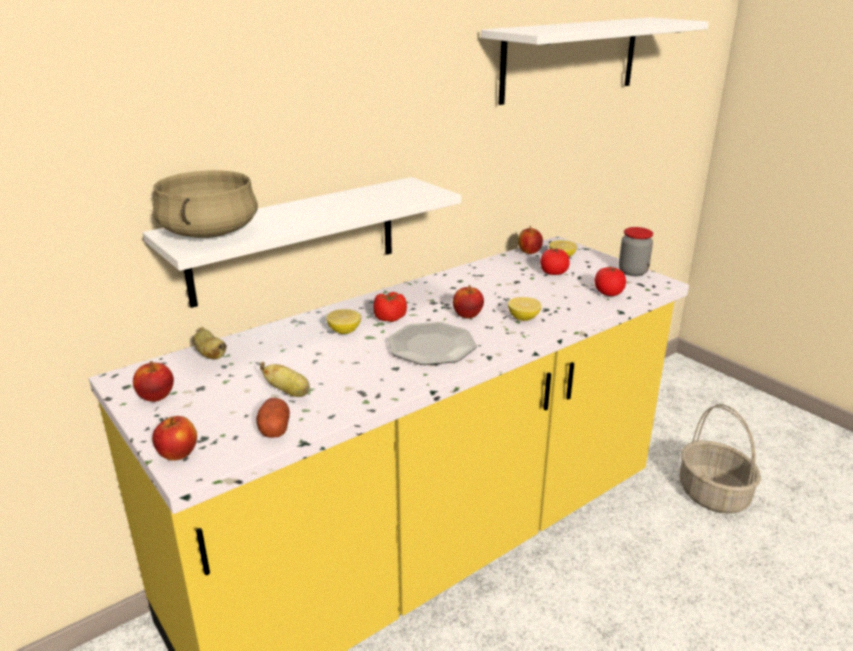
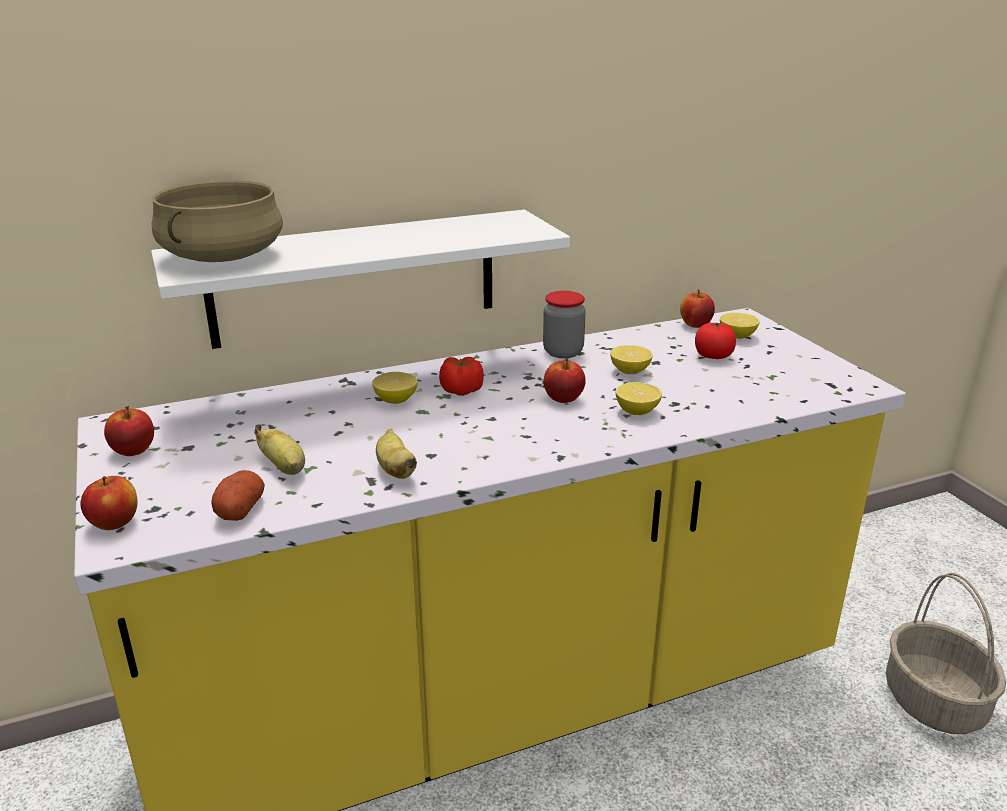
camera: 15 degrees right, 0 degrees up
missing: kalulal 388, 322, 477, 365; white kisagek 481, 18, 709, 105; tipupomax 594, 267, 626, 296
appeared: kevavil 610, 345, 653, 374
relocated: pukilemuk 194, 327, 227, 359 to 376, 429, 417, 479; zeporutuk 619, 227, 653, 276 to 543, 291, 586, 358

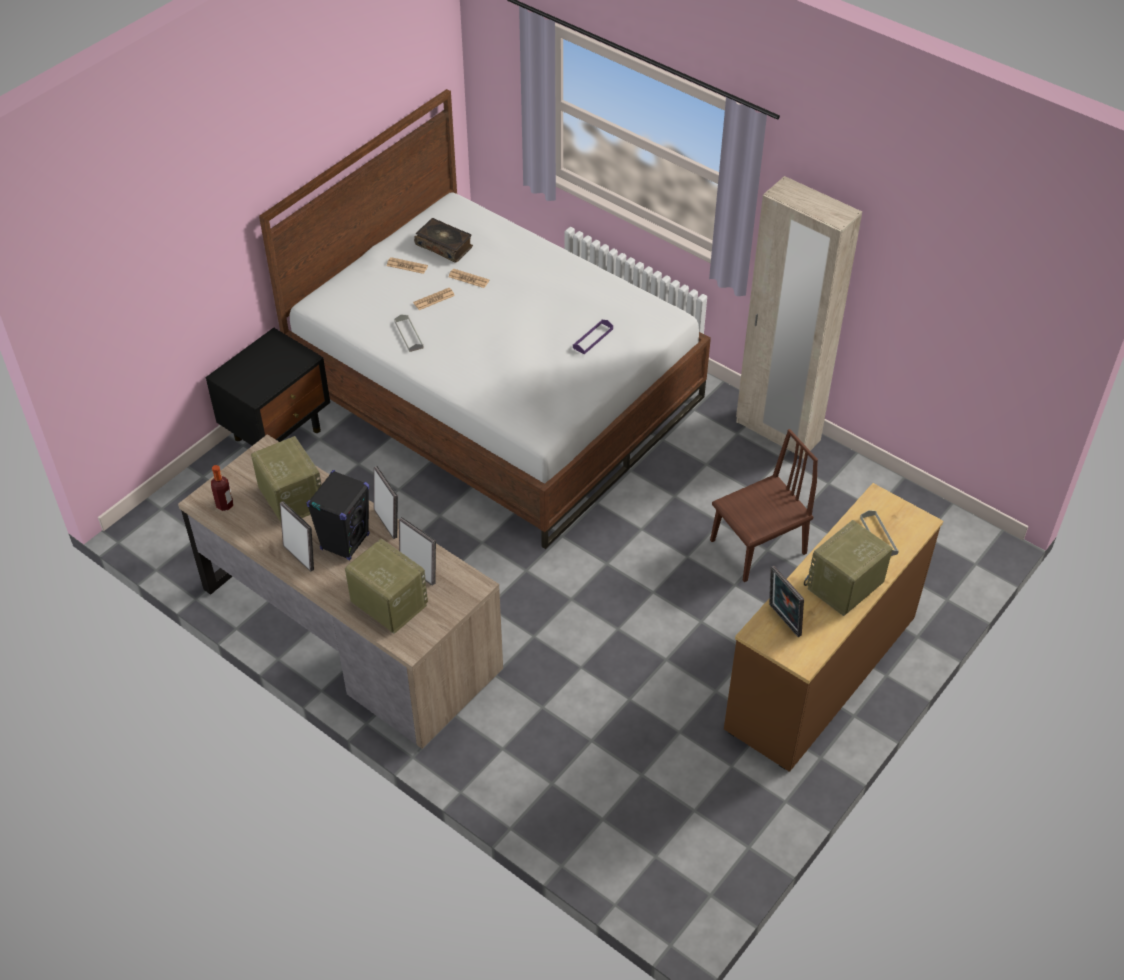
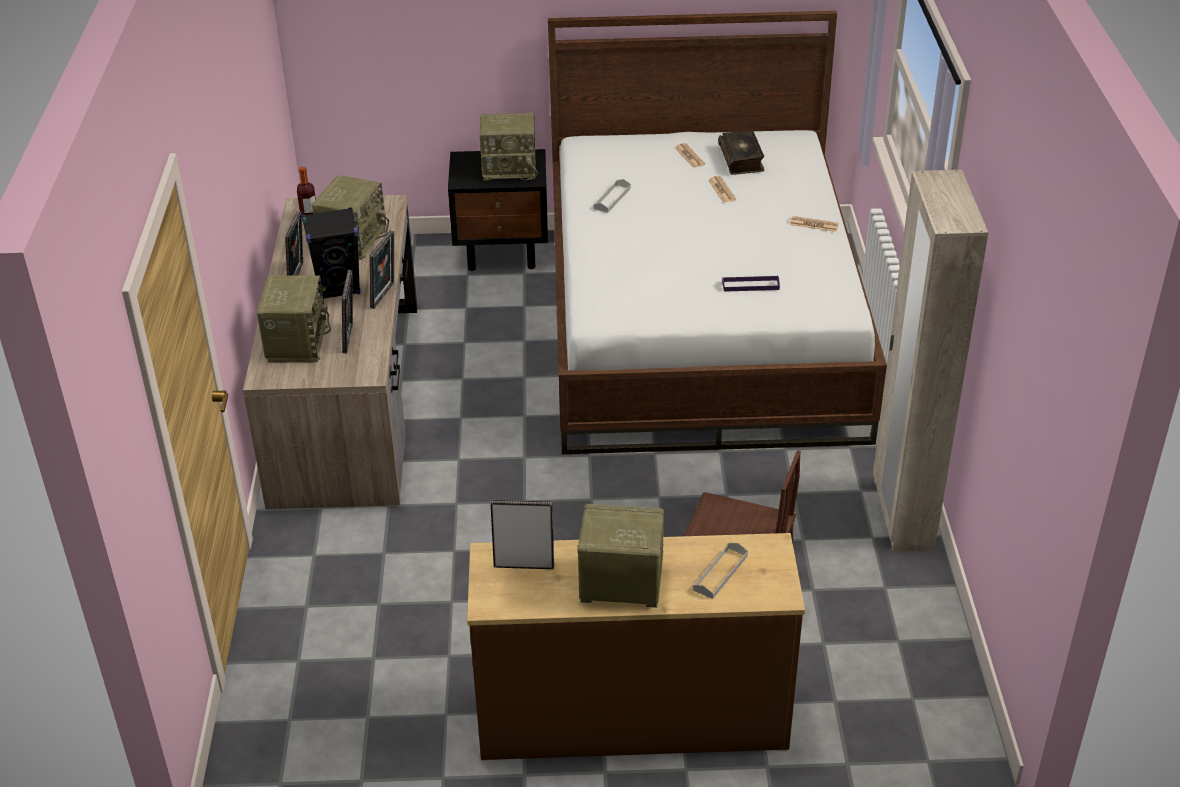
camera: 50 degrees right, 10 degrees down
appeared: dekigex 480, 113, 538, 181
relocated: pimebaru 413, 288, 455, 310 to 790, 216, 839, 232
spun: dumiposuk 769, 566, 804, 637 = 490, 500, 554, 569 75 degrees clockwise

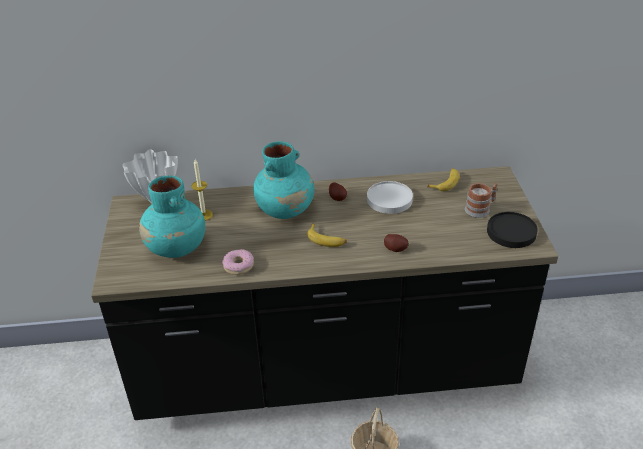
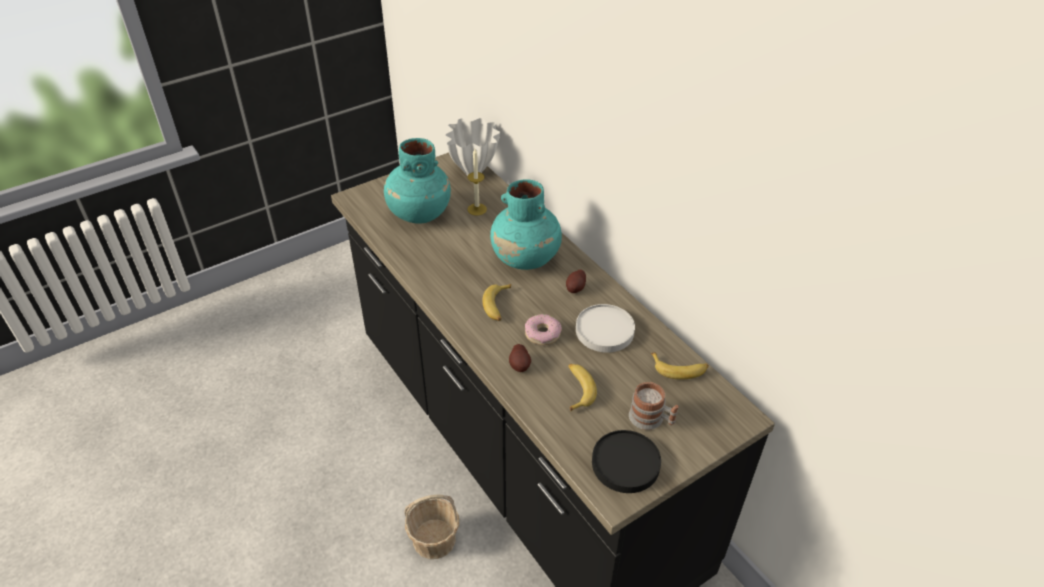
camera: 60 degrees right, 5 degrees up
appeared: pukilemuk 568, 364, 597, 411
relocated: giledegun 222, 249, 254, 275 to 525, 314, 562, 345

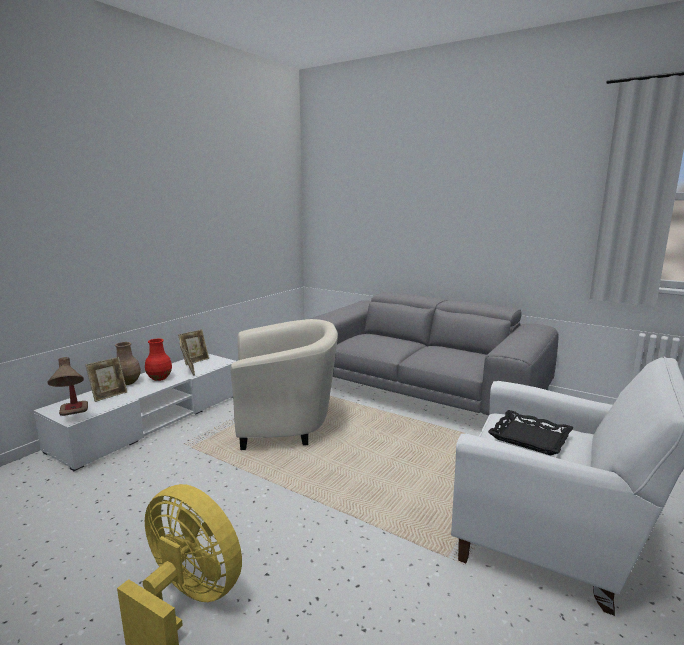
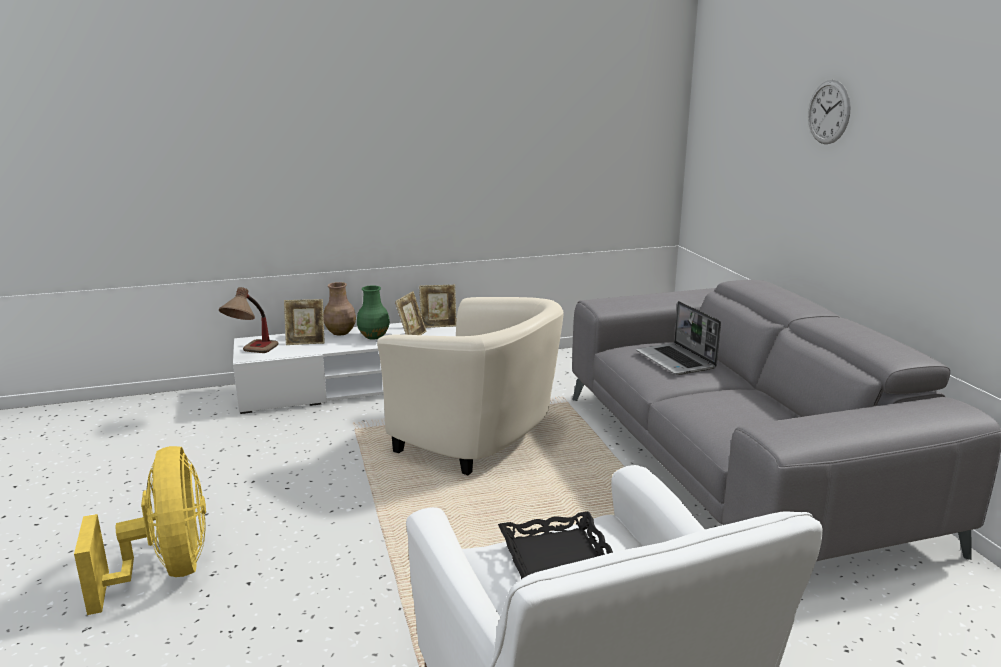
camera: 40 degrees right, 5 degrees up
appeared: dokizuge 636, 301, 721, 375; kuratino 808, 80, 851, 144
colour: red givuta 145, 339, 172, 381 to green givuta 357, 285, 390, 340

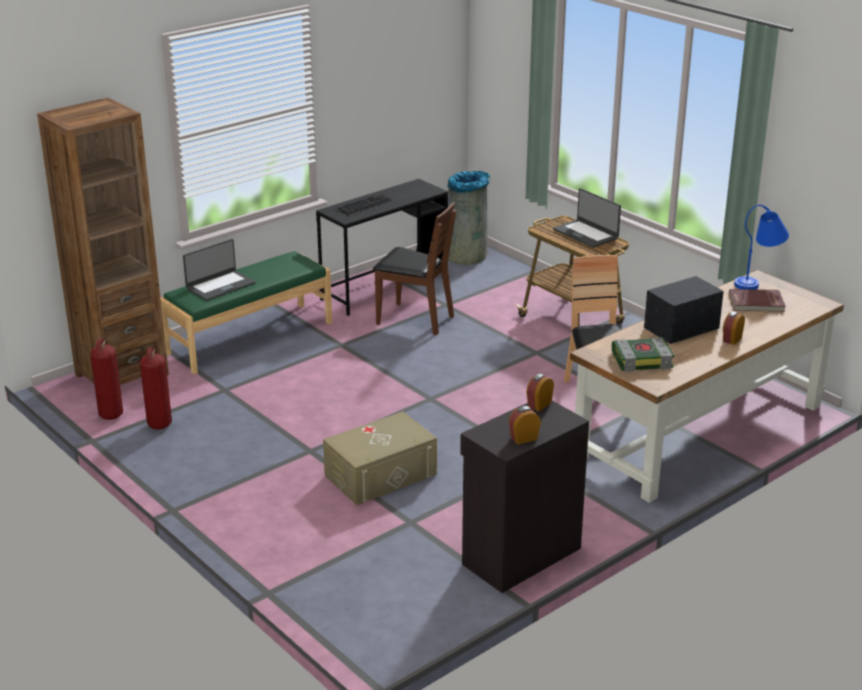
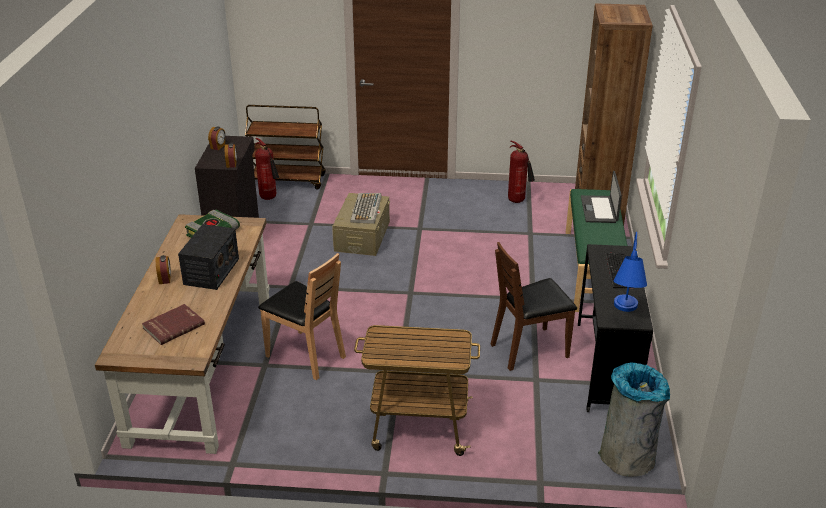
camera: 135 degrees right, 5 degrees up
missing: dokizuge 553, 188, 621, 248
appeared: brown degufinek 245, 105, 326, 190; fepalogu 350, 193, 382, 224
relocated: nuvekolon 90, 338, 123, 420 to 255, 138, 279, 200; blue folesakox 734, 204, 789, 289 to 614, 232, 647, 312

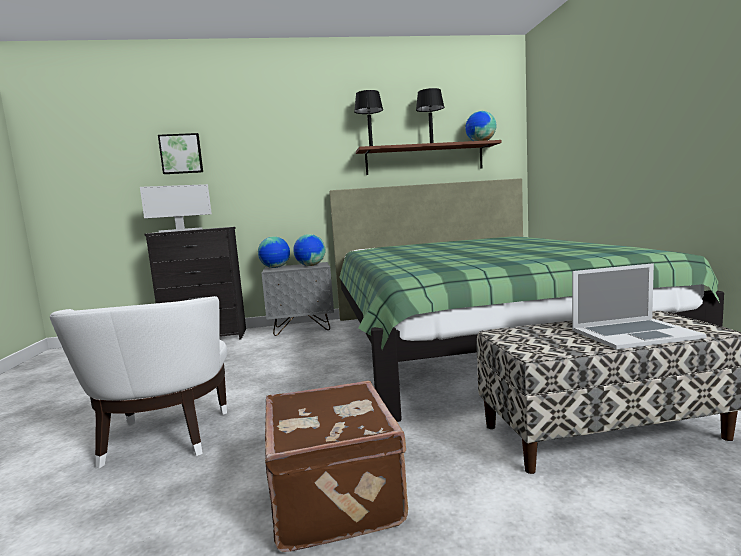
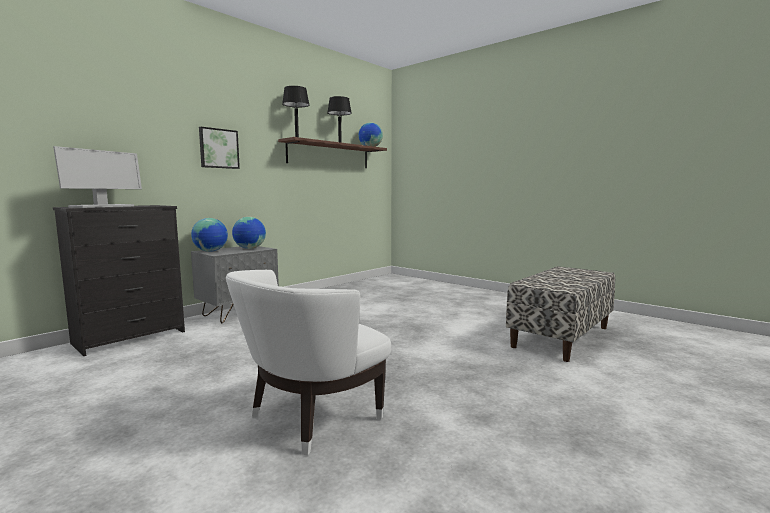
camera: 40 degrees left, 0 degrees up
missing: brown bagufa 265, 381, 408, 552; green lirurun 329, 178, 724, 422; dokizuge 572, 263, 707, 349
relocated: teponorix 158, 133, 203, 174 to 199, 127, 240, 169
spun: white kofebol 50, 296, 227, 468 = 226, 270, 391, 455 90 degrees clockwise

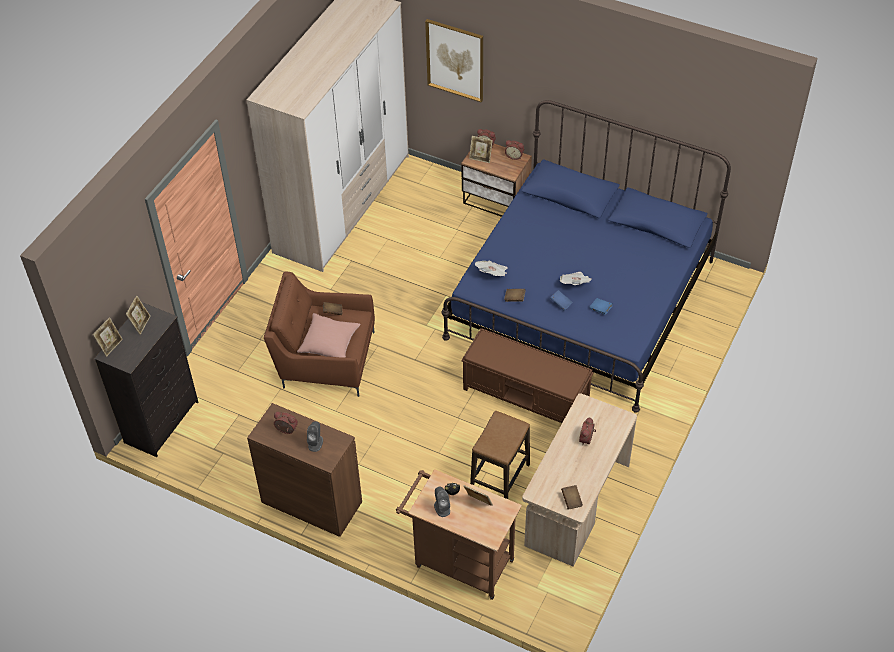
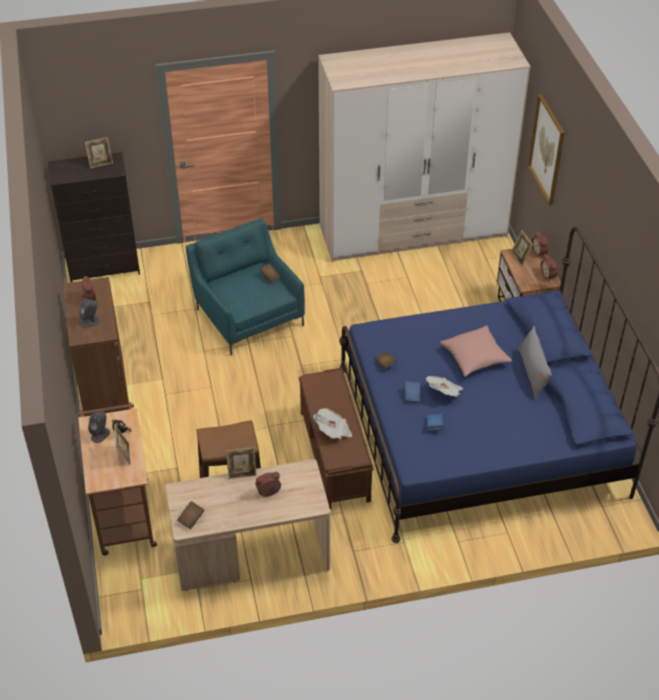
camera: 50 degrees right, 5 degrees down
appeared: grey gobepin 518, 326, 552, 400
relocated: dumiposuk 93, 317, 123, 357 to 226, 448, 257, 479; pimebaru 475, 261, 508, 276 to 314, 408, 353, 439; pink gobepin 297, 313, 360, 358 to 440, 325, 512, 377
colour: brown kofebol 264, 272, 375, 397 to turquoise kofebol 186, 219, 305, 355

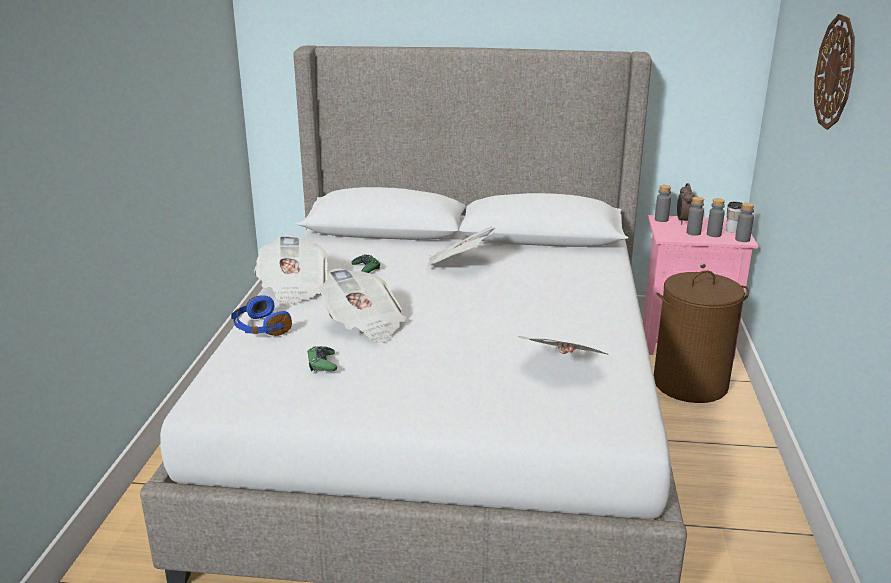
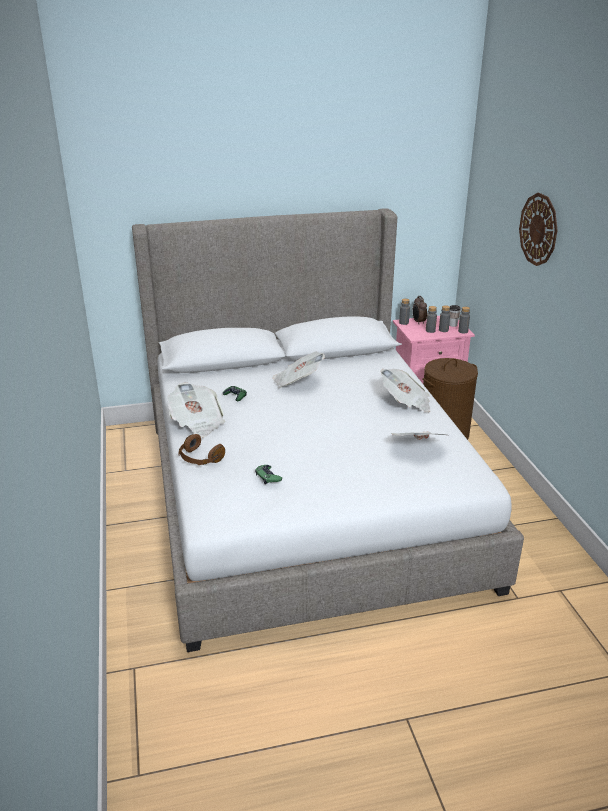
camera: 20 degrees left, 5 degrees up
relocated: pimebaru 319, 268, 406, 343 to 380, 369, 430, 412
colour: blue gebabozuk 231, 295, 292, 336 to brown gebabozuk 178, 434, 225, 465

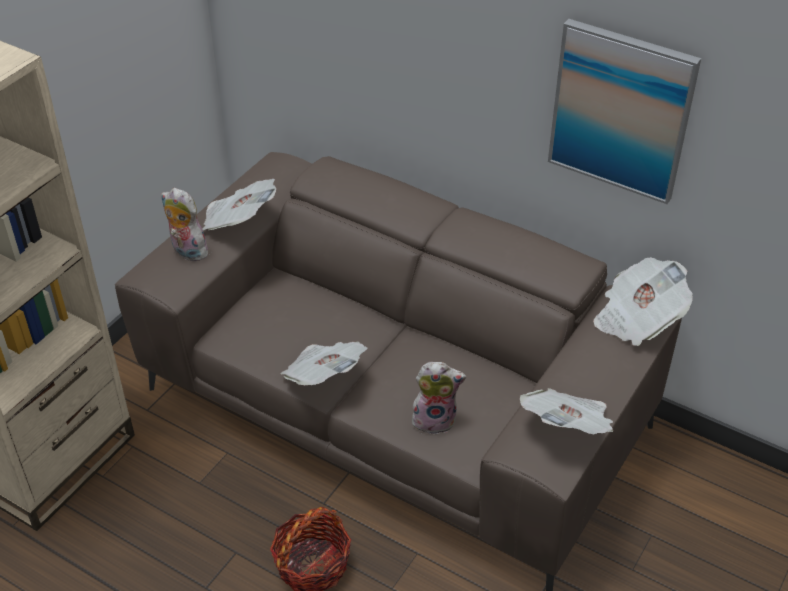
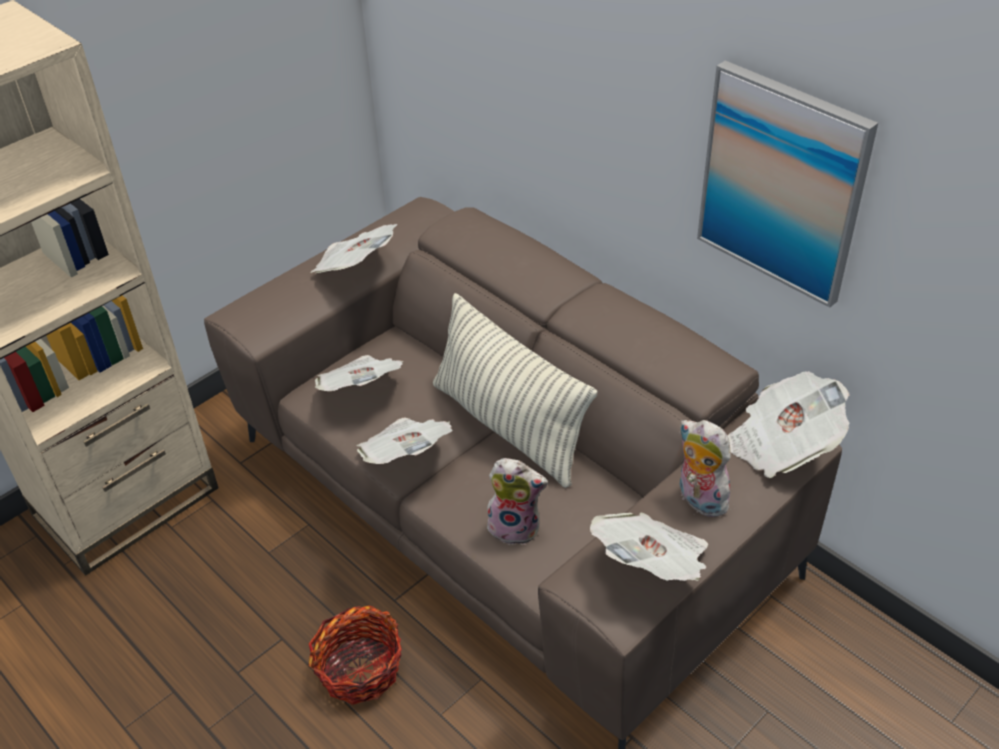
camera: 15 degrees right, 0 degrees up
appeared: pimebaru 315, 355, 403, 391; gobepin 433, 293, 597, 488
relocated: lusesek 161, 188, 213, 261 to 680, 420, 731, 517

